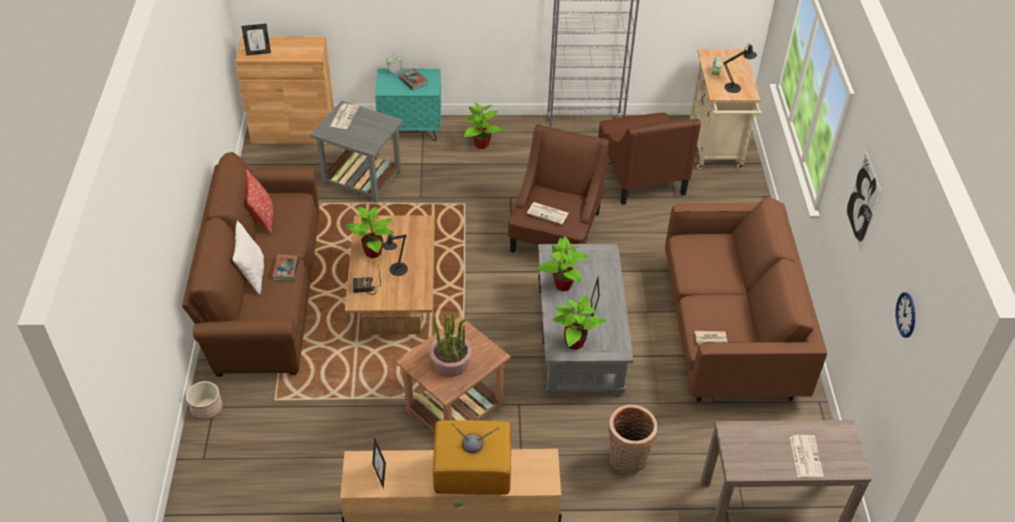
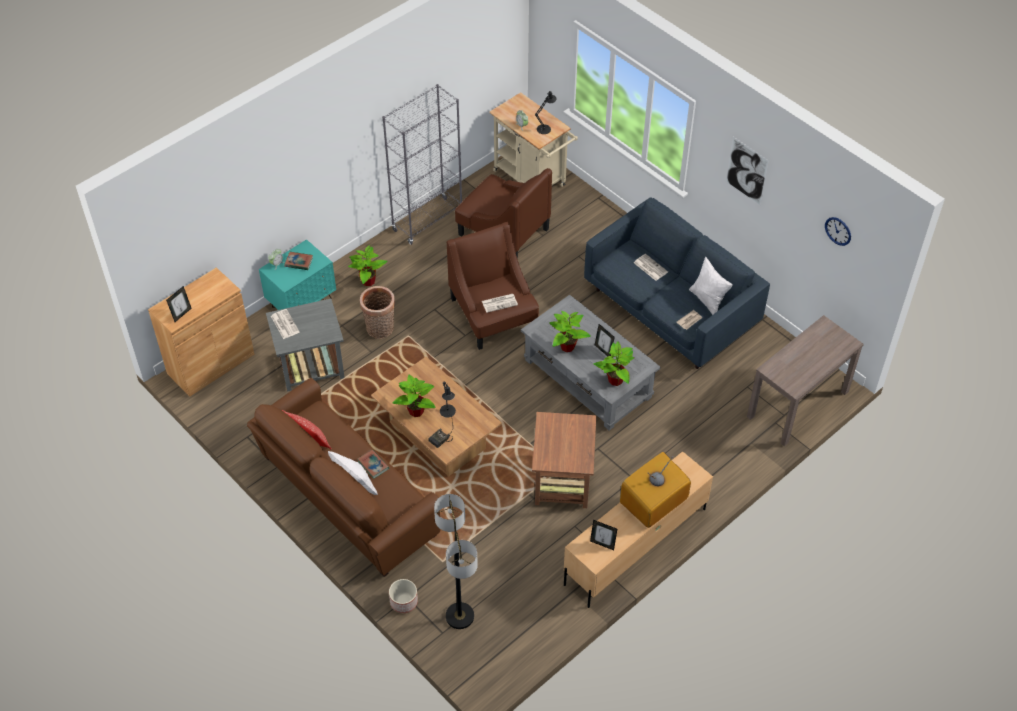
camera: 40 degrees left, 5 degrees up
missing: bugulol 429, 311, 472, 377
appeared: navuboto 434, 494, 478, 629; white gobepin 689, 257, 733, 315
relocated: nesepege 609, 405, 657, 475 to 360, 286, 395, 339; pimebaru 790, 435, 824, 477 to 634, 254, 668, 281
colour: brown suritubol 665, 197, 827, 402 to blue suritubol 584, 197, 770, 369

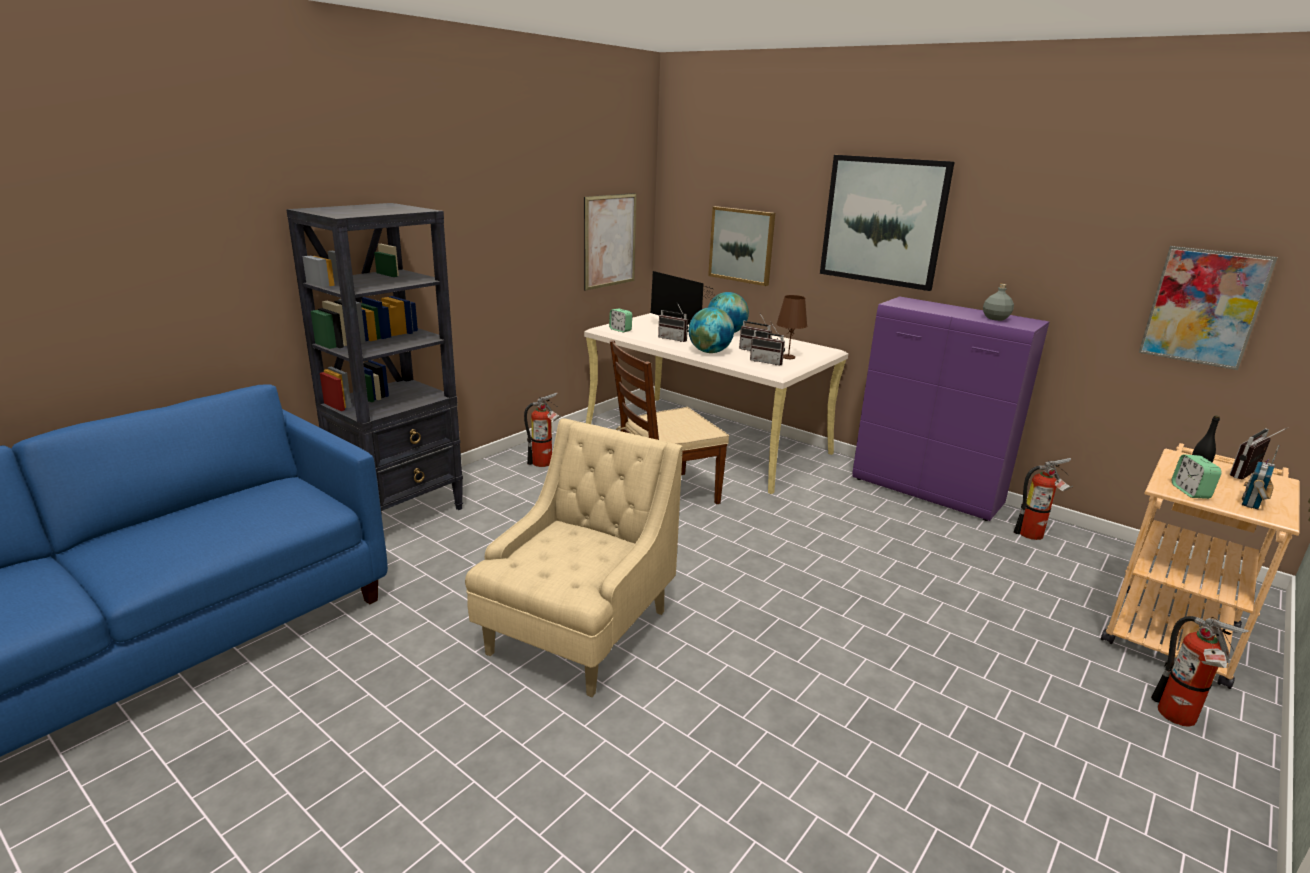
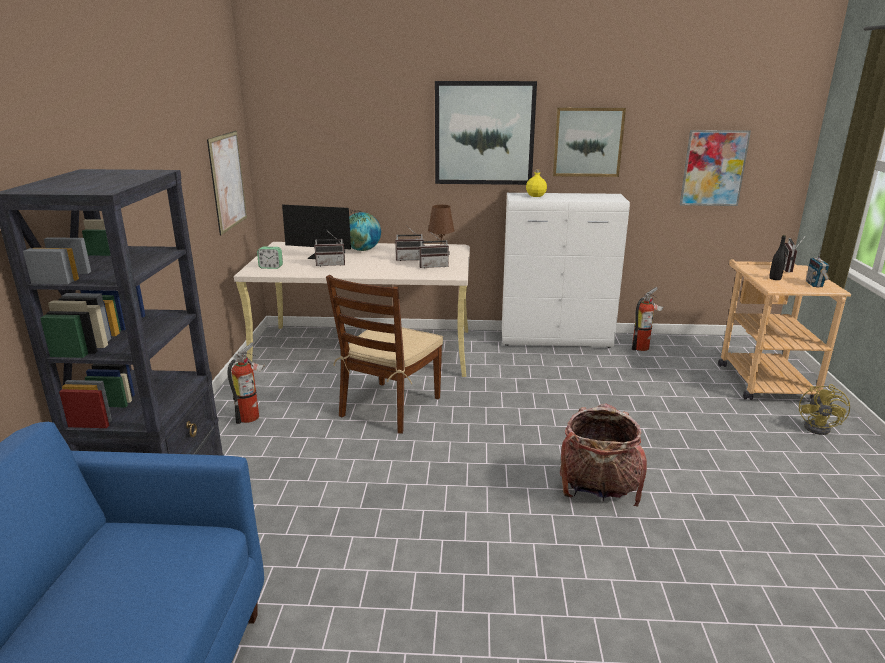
camera: 35 degrees left, 0 degrees up
missing: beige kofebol 465, 418, 683, 697; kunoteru 689, 307, 734, 353; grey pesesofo 983, 284, 1014, 321; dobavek 1172, 454, 1222, 499
appeared: yellow pesesofo 526, 169, 547, 197; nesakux 560, 404, 647, 507
relocated: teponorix 708, 206, 775, 286 to 553, 107, 626, 177
exchanged: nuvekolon 1151, 616, 1249, 727 to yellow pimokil 799, 384, 850, 435
colour: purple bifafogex 852, 296, 1049, 521 to white bifafogex 502, 193, 630, 348

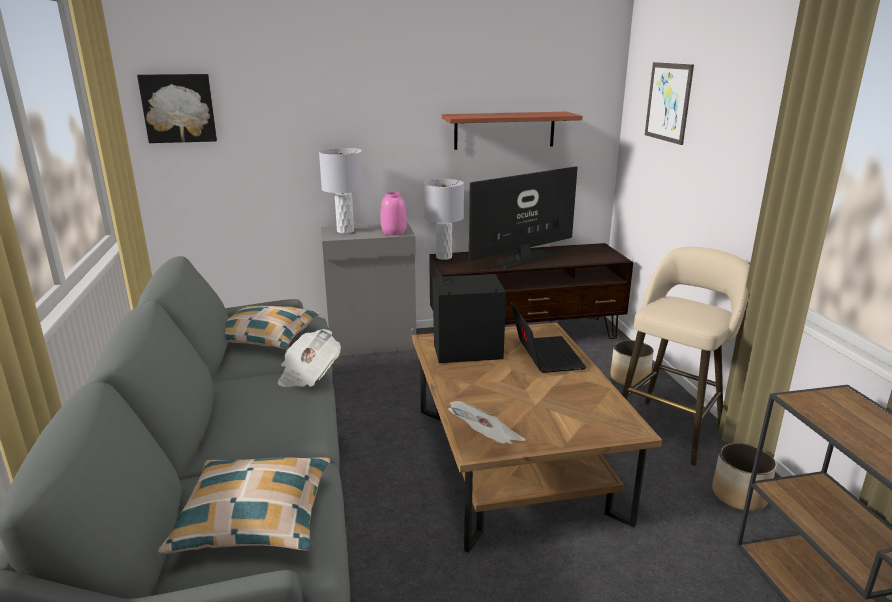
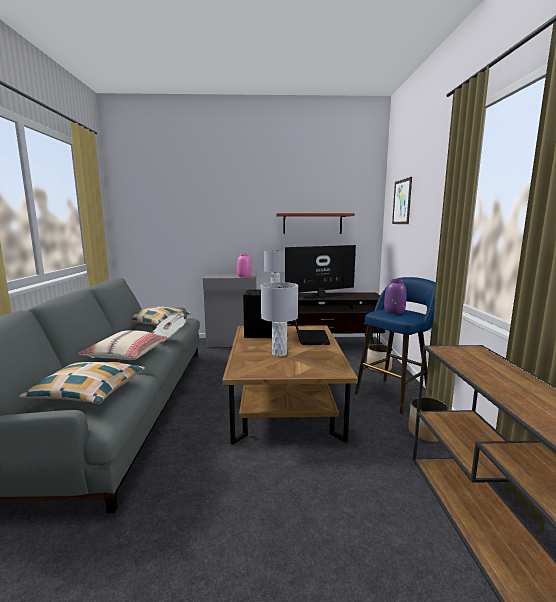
camera: 10 degrees right, 10 degrees down
missing: teponorix 137, 74, 217, 143; pimebaru 448, 401, 525, 444
appeared: beige gobepin 78, 330, 167, 360; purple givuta 384, 279, 406, 314
relocated: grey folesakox 319, 148, 364, 234 to 261, 282, 298, 357
colour: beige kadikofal 622, 247, 750, 466 to blue kadikofal 355, 277, 436, 414

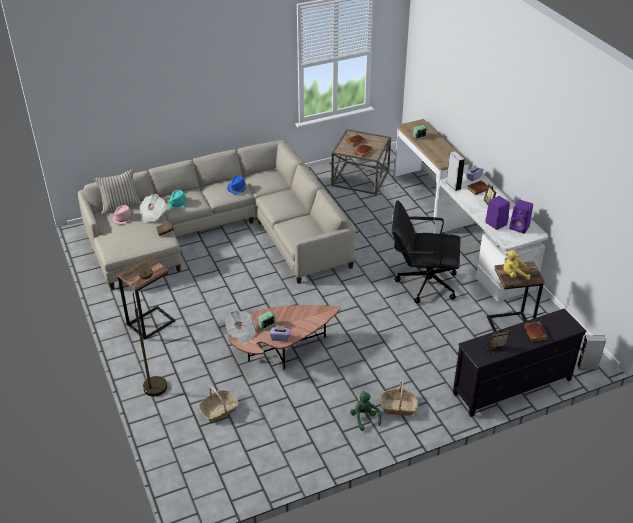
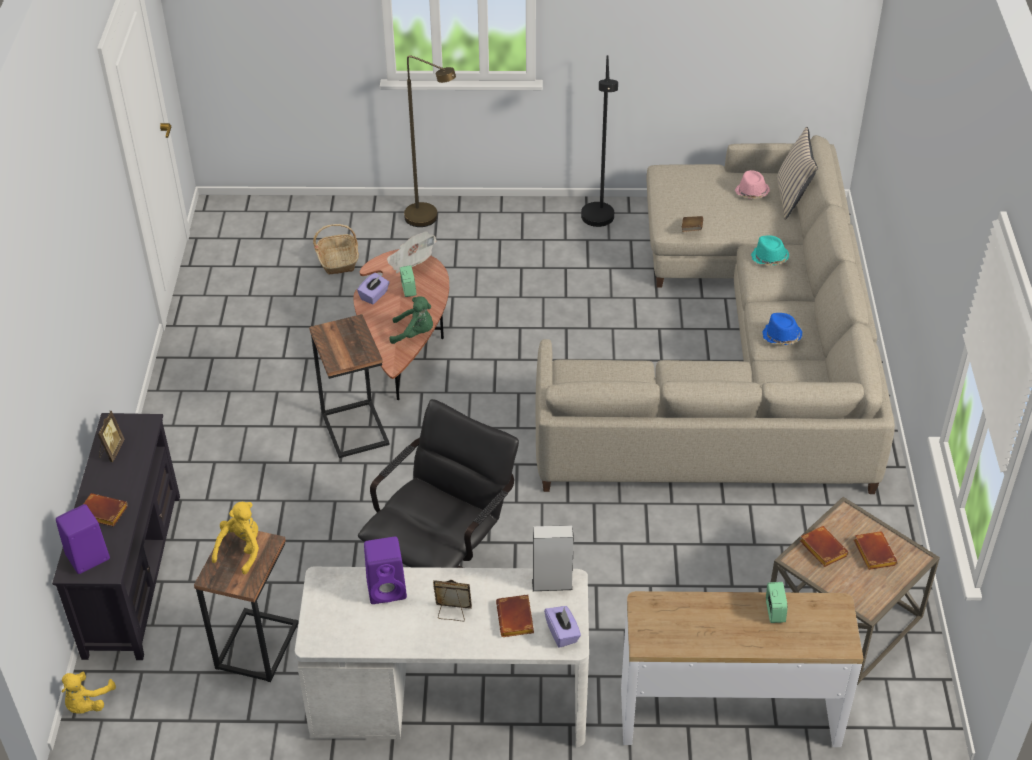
camera: 115 degrees right, 5 degrees up
missing: pimebaru 140, 194, 166, 222; nesepege 381, 380, 418, 416
appeared: black navuboto 581, 55, 618, 227
relocated: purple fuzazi 509, 199, 533, 234 to 56, 504, 110, 574; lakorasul 116, 256, 175, 340 to 309, 314, 390, 458; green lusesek 350, 391, 381, 431 to 389, 296, 433, 344
exchanged: grey fuzazi 577, 336, 606, 370 to yellow lusesek 62, 672, 116, 714

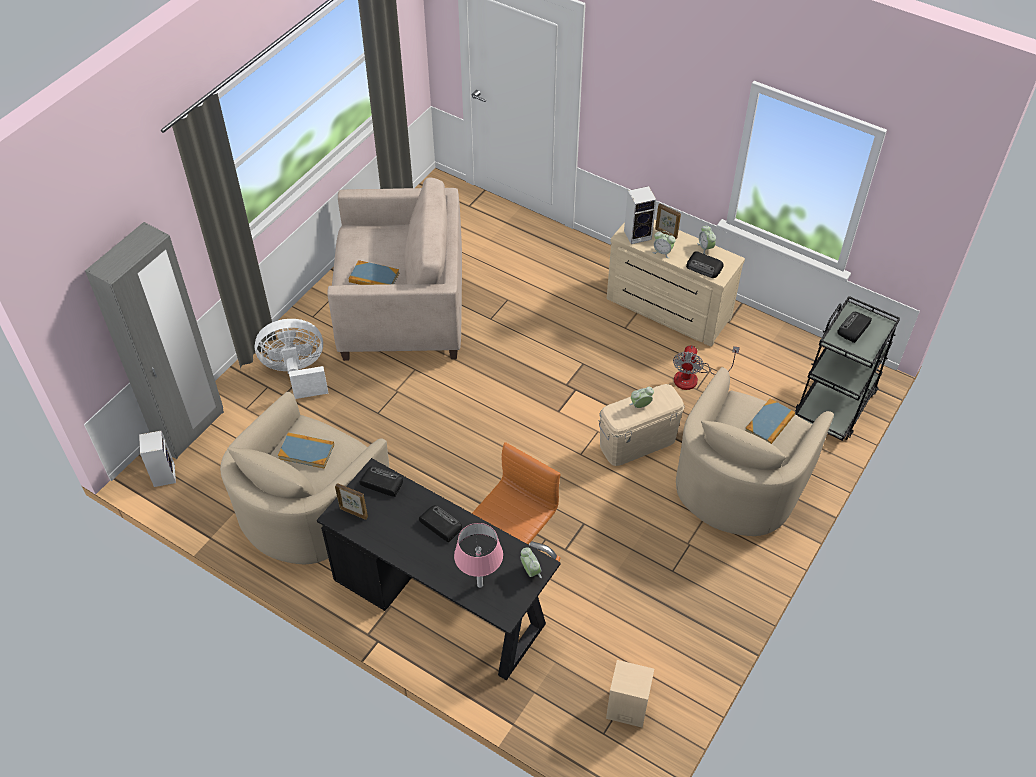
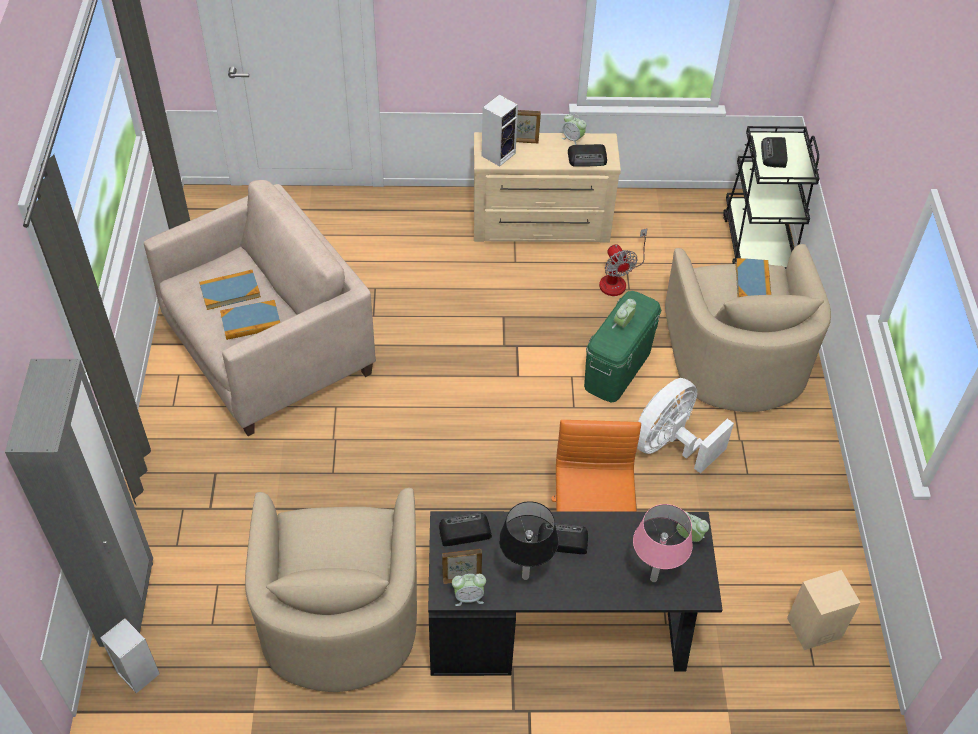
camera: 35 degrees left, 0 degrees up
appeared: black folesakox 499, 501, 559, 580
relocated: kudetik 278, 432, 334, 469 to 199, 270, 261, 310; dobavek 652, 231, 676, 259 to 452, 574, 486, 606; white pimokil 255, 319, 328, 399 to 637, 378, 734, 474
colour: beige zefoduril 598, 384, 685, 466 to green zefoduril 584, 291, 661, 402

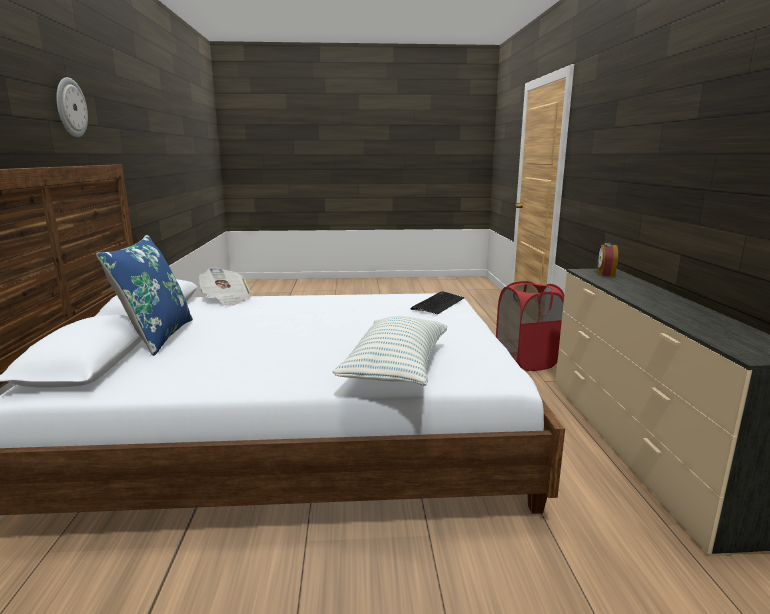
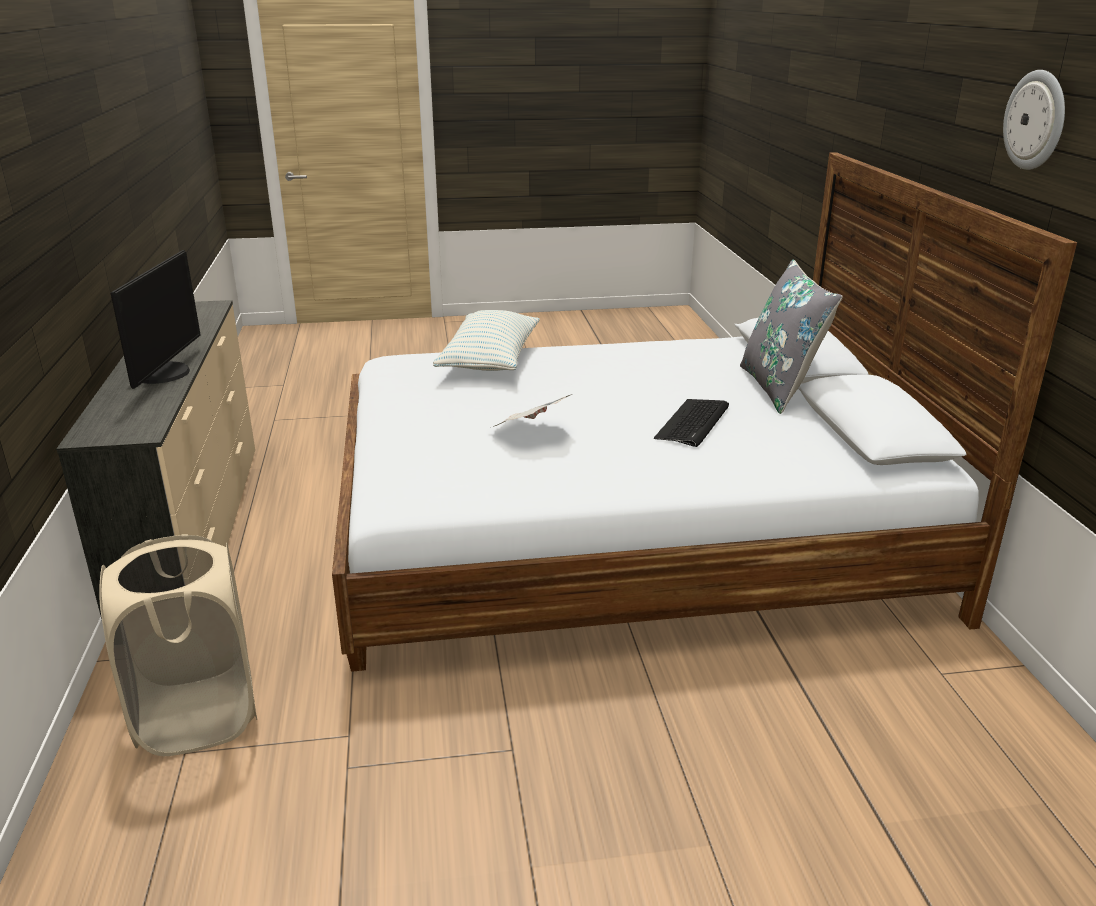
camera: 175 degrees right, 10 degrees up
missing: dobavek 597, 243, 618, 276
appeared: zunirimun 110, 250, 201, 389
relocated: pimebaru 199, 267, 251, 306 to 493, 394, 572, 427; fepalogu 411, 291, 465, 314 to 654, 399, 729, 447
colour: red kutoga 496, 281, 564, 371 to beige kutoga 99, 534, 257, 756; blue gobepin 96, 235, 193, 356 to grey gobepin 740, 260, 843, 414

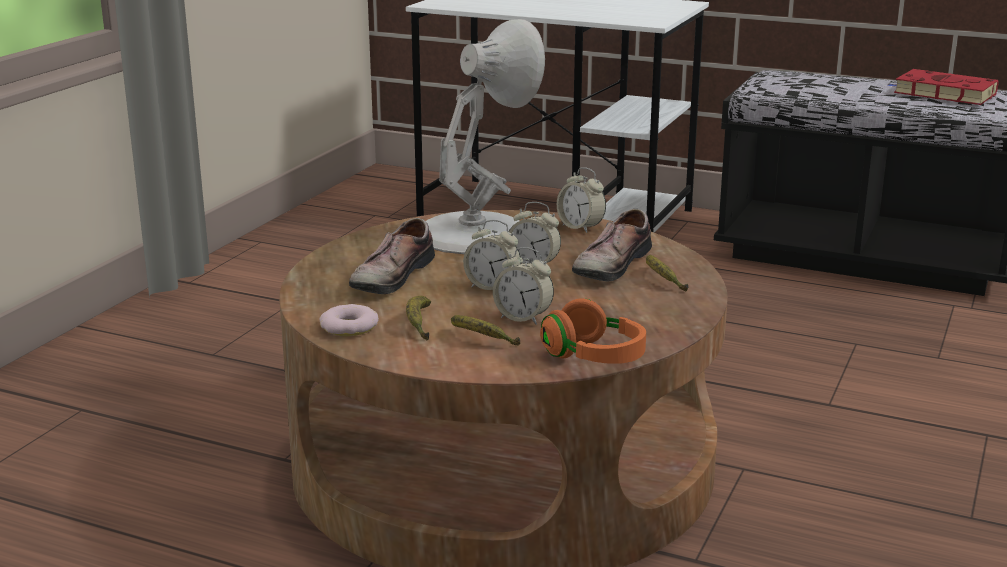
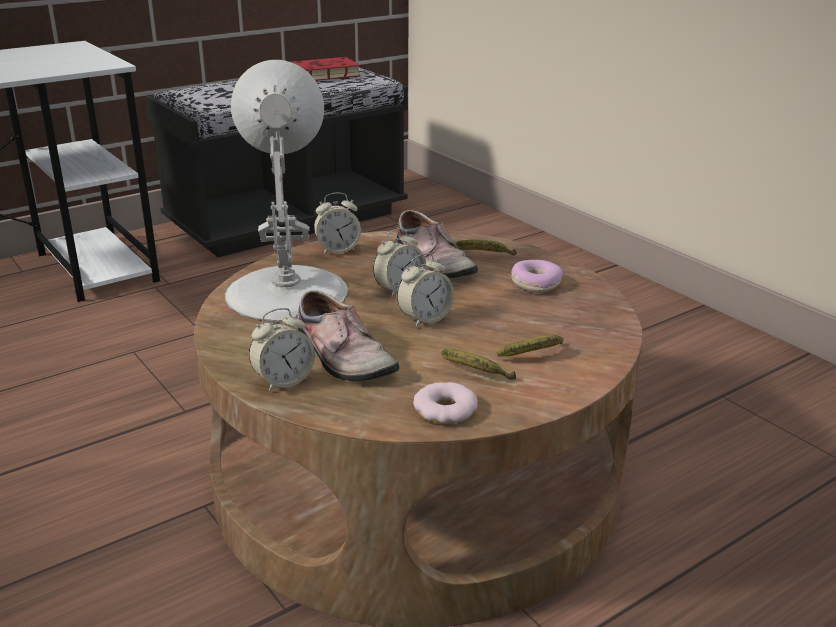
camera: 60 degrees left, 5 degrees up
missing: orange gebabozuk 540, 299, 646, 364
appeared: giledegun 511, 260, 563, 293
relocated: dobavek 493, 247, 554, 325 to 249, 308, 315, 392

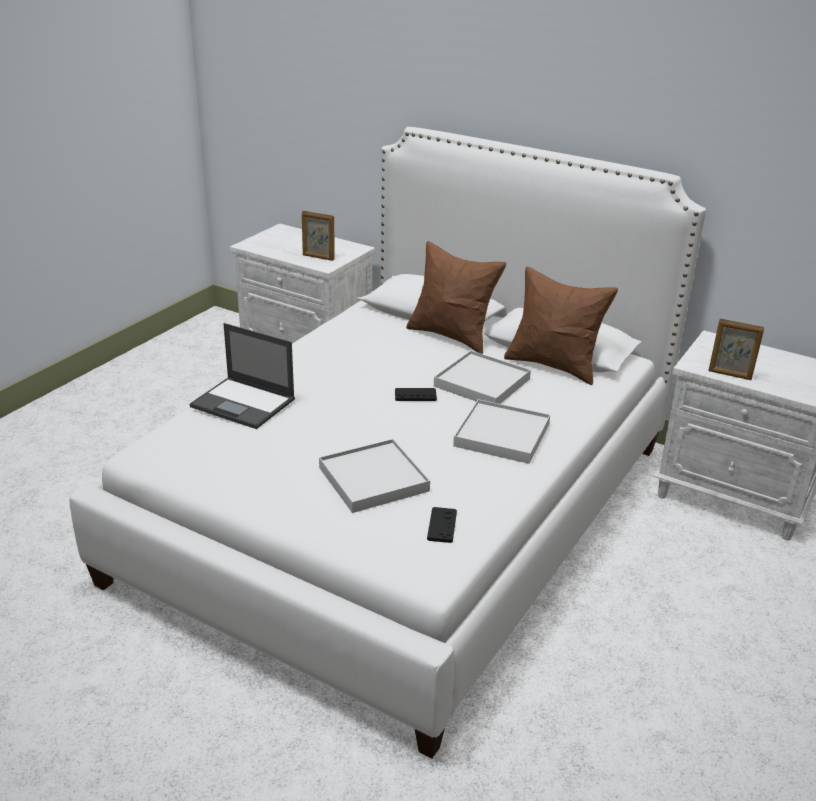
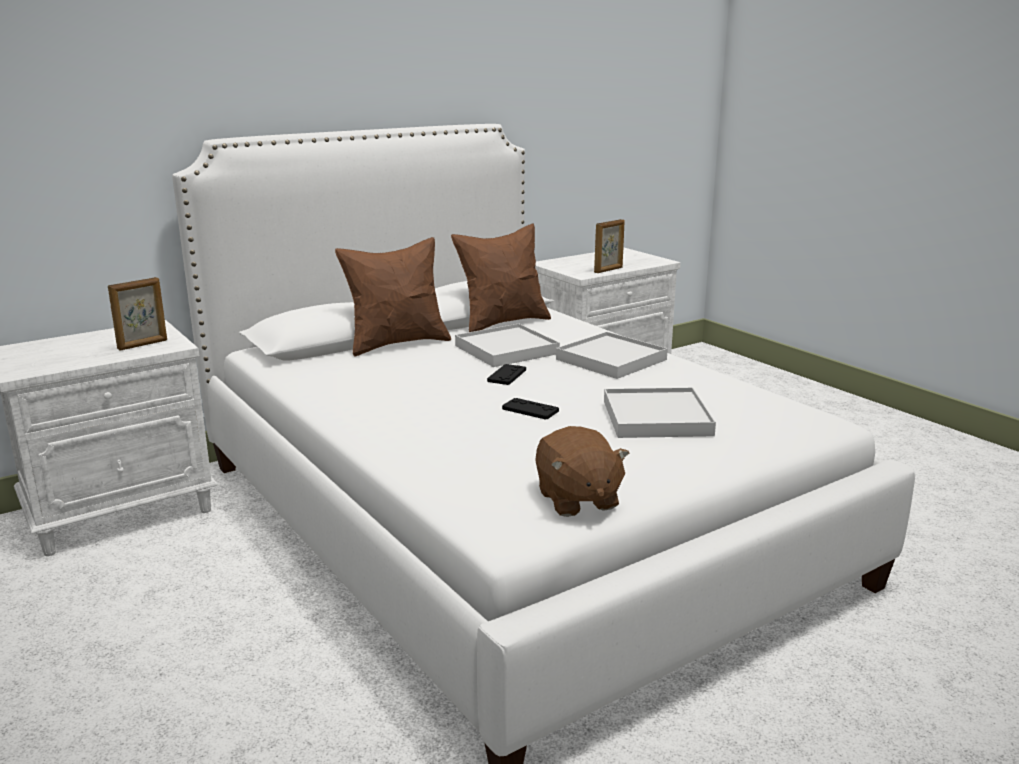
camera: 65 degrees left, 10 degrees down
missing: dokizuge 189, 323, 295, 429
appeared: brown lusesek 535, 426, 629, 517
relocated: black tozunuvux 427, 507, 457, 543 to 502, 398, 559, 420

